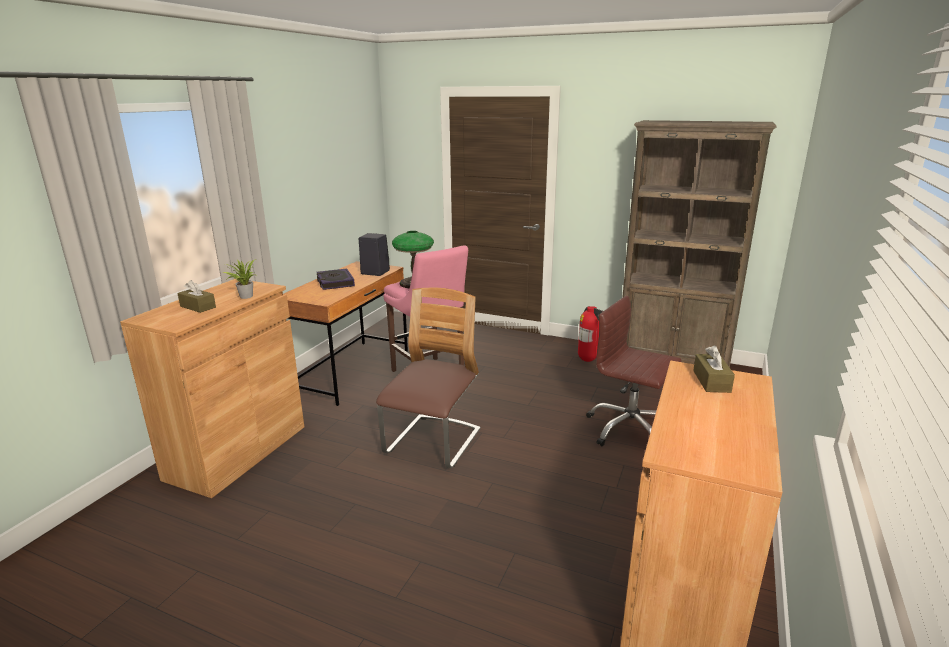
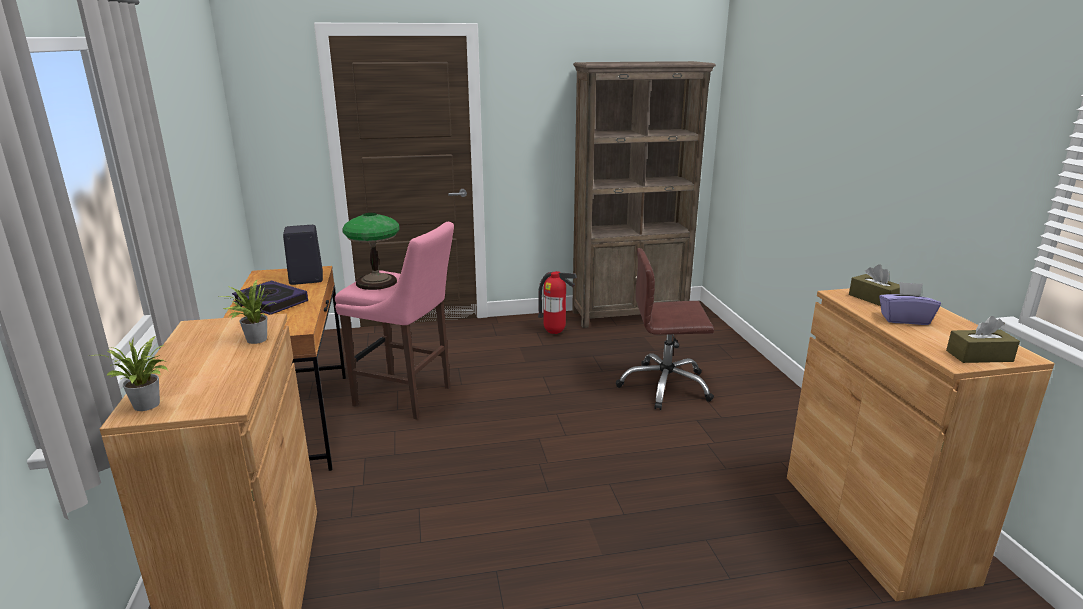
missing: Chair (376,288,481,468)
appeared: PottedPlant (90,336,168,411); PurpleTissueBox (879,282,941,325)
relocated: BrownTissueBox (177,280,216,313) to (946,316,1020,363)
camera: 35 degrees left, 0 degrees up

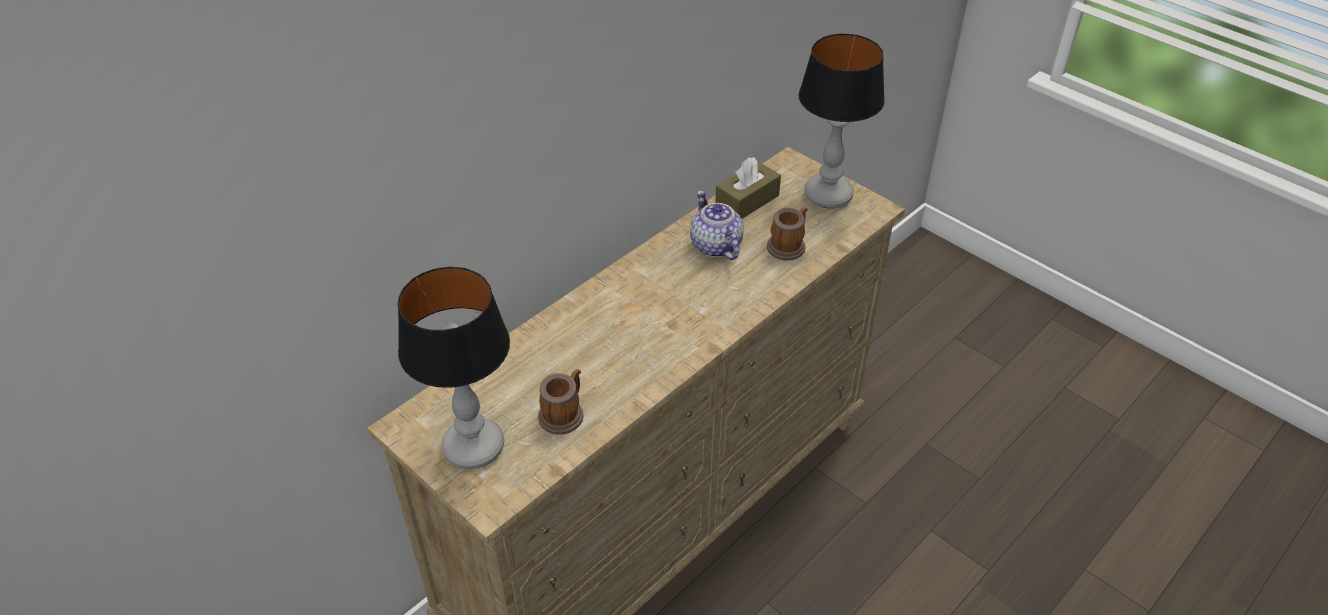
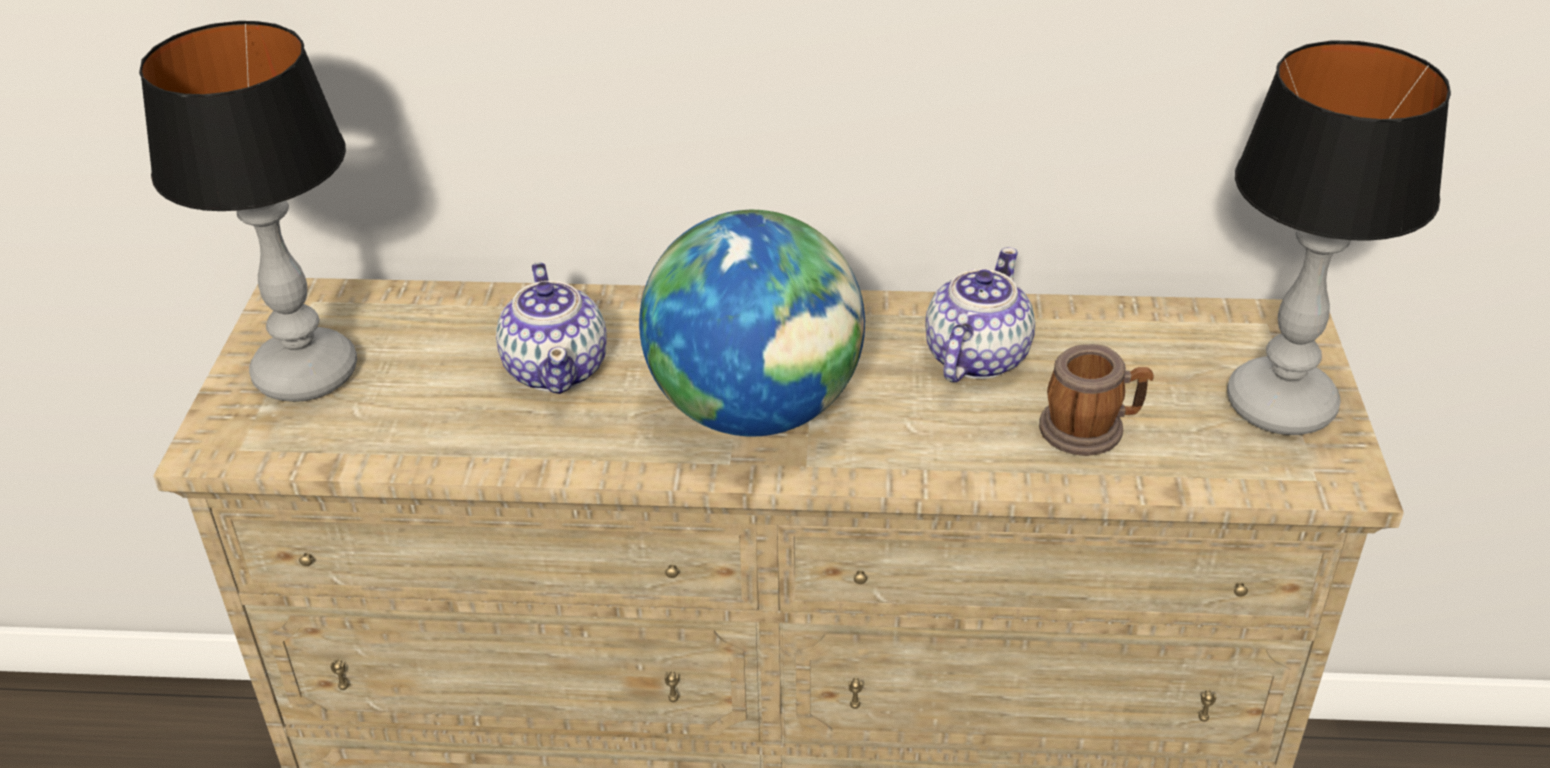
missing: Mug (538,369,583,435); BrownTissueBox (715,157,781,219)
appeared: Teapot (496,262,607,394); Globe (639,210,865,437)
camera: 50 degrees right, 5 degrees down

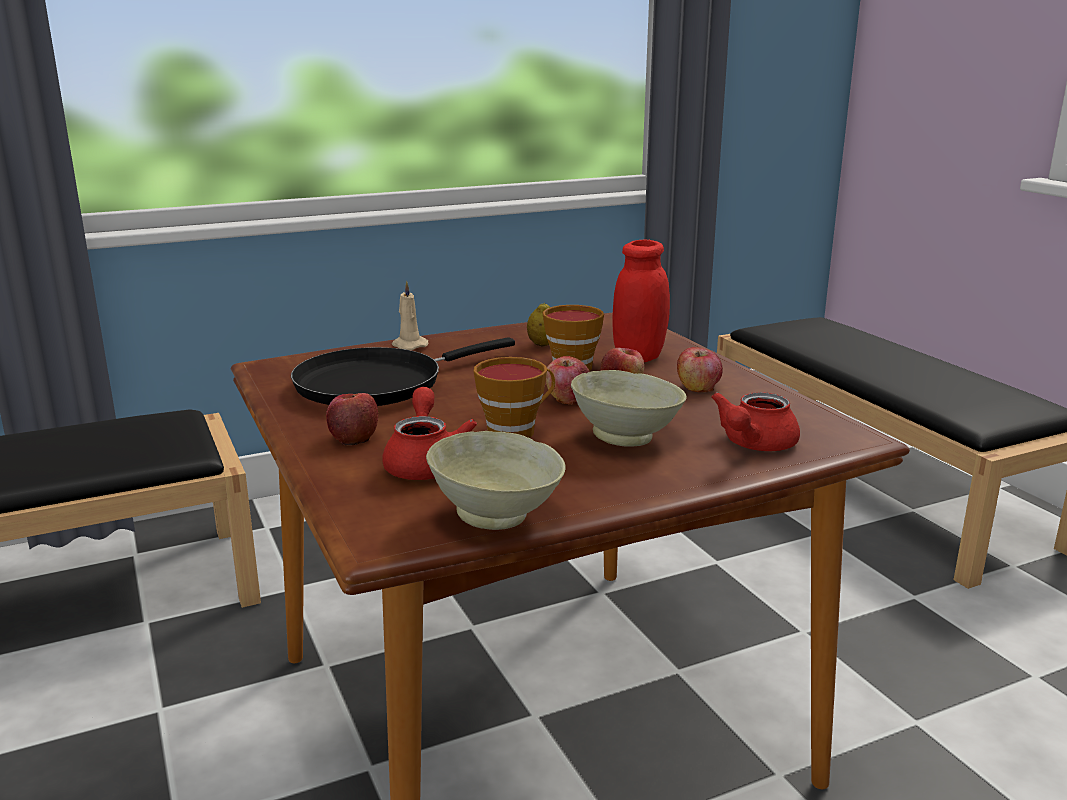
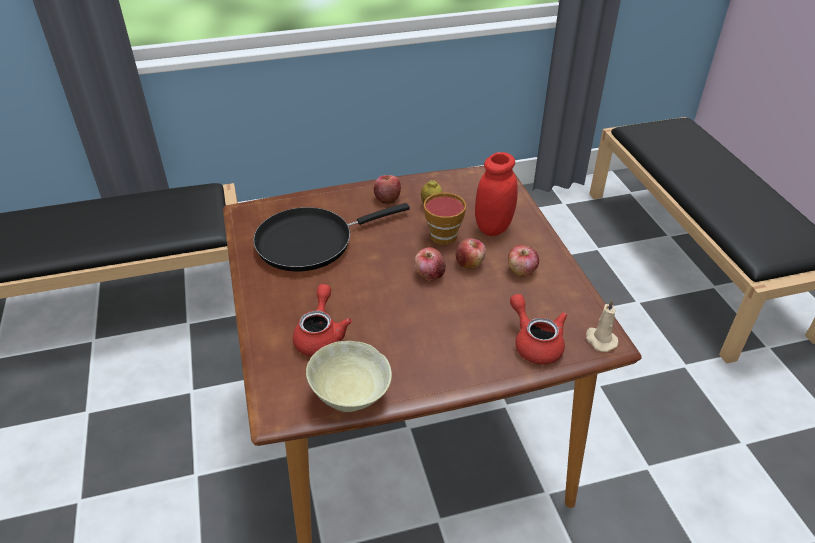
missing: Cup (474,357,555,438); BeigeBowl (571,370,687,447)
relocated: Apple (326,393,378,446) to (374,175,401,204); BeigeCandle (392,281,428,350) to (586,300,618,352)
spun: RedTeapot (711,392,800,451) = (510,294,567,364) 105 degrees clockwise
camera: 10 degrees right, 20 degrees up

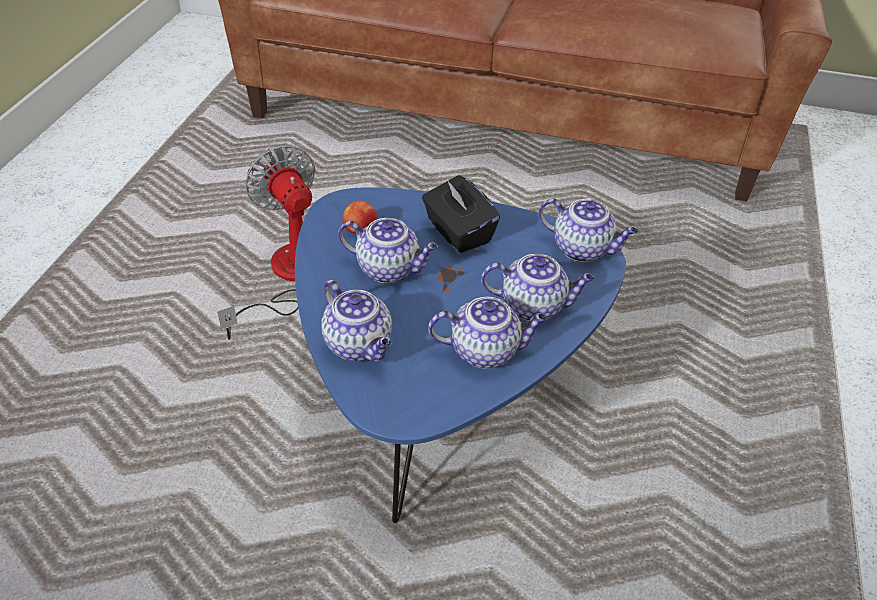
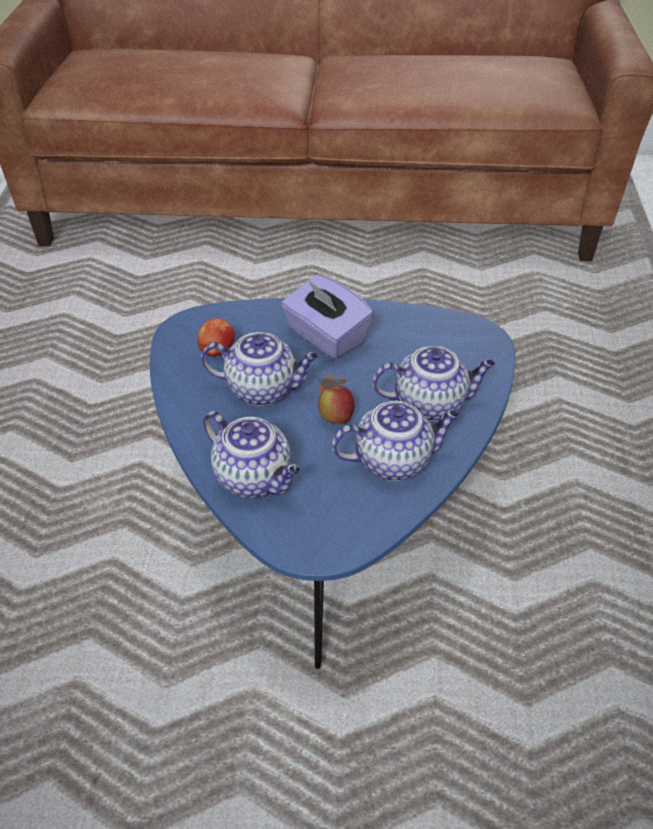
missing: Fan (217,145,315,340); Teapot (539,198,638,262)
appeared: Apple (318,385,355,424)
colour: BlackTissueBox (422,175,500,253) to PurpleTissueBox (281,275,374,360)
camera: 10 degrees left, 0 degrees up

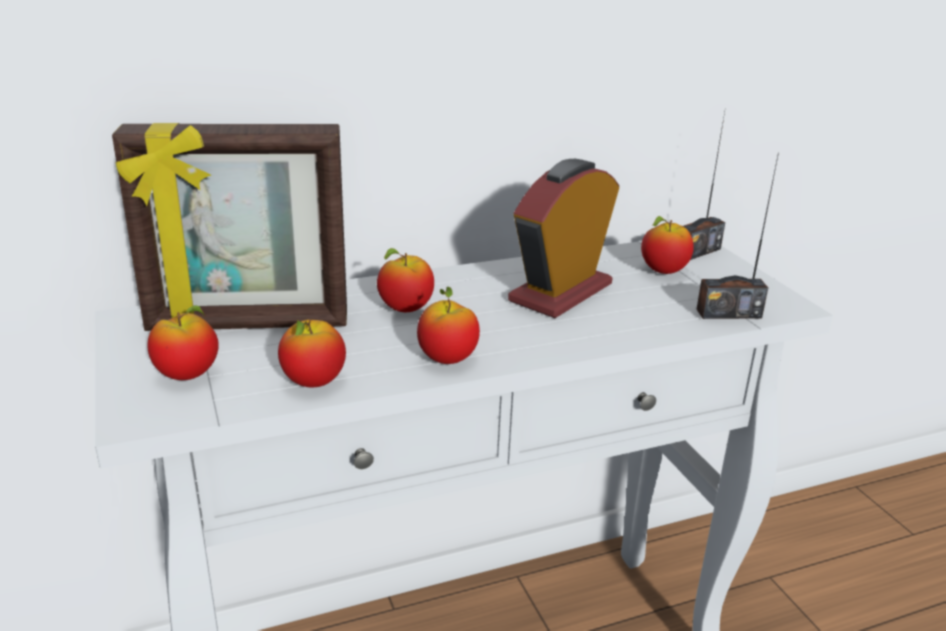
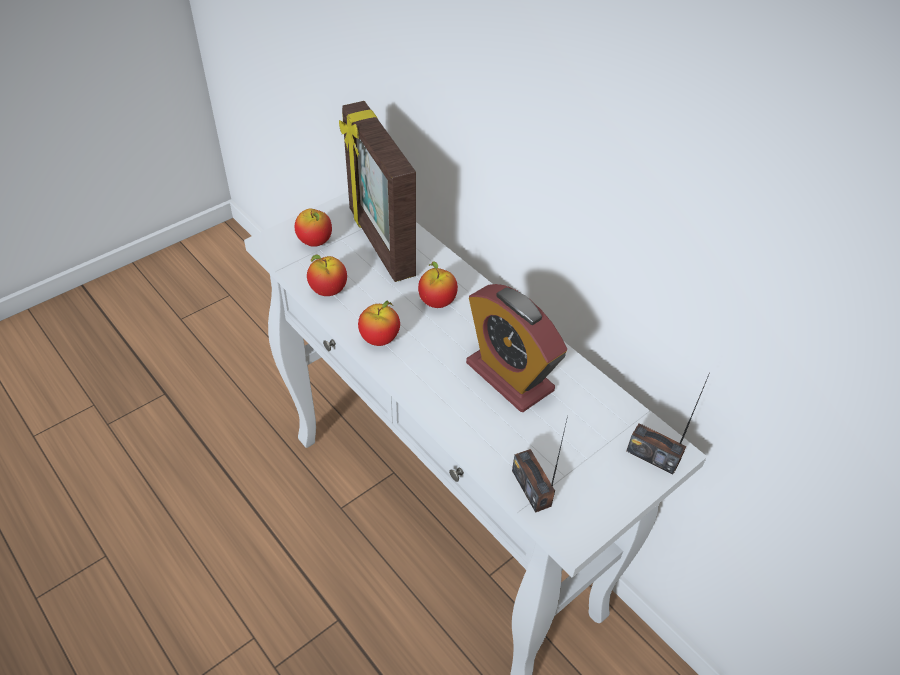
missing: Apple (641,216,694,274)
spun: AlarmClock (508,159,619,318) = (466,284,567,412) 150 degrees counterclockwise
camera: 70 degrees right, 20 degrees up

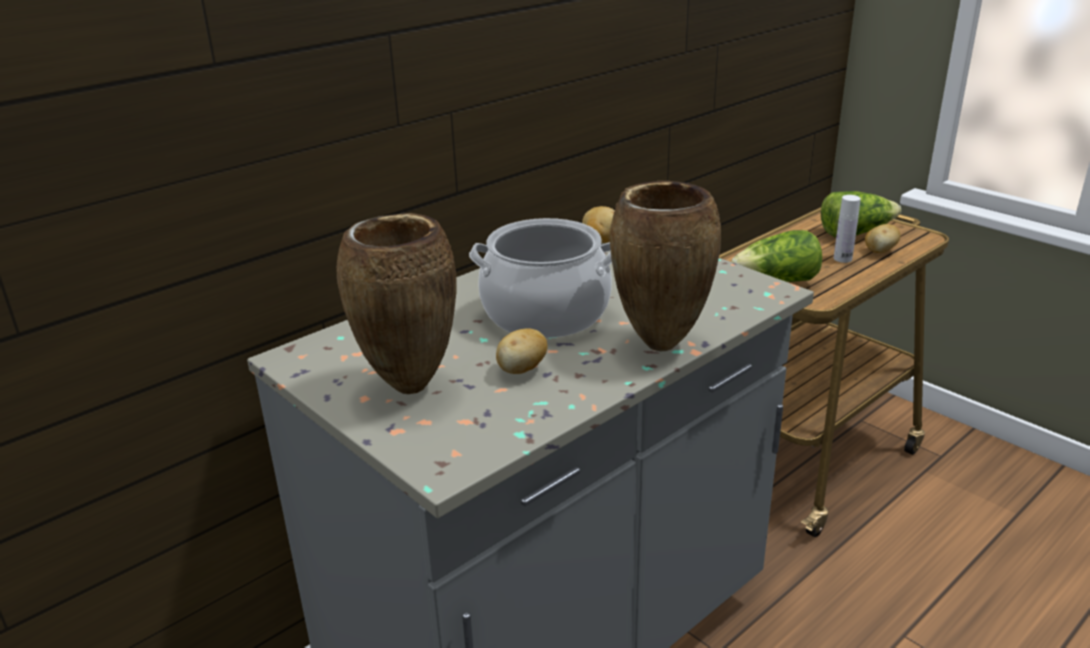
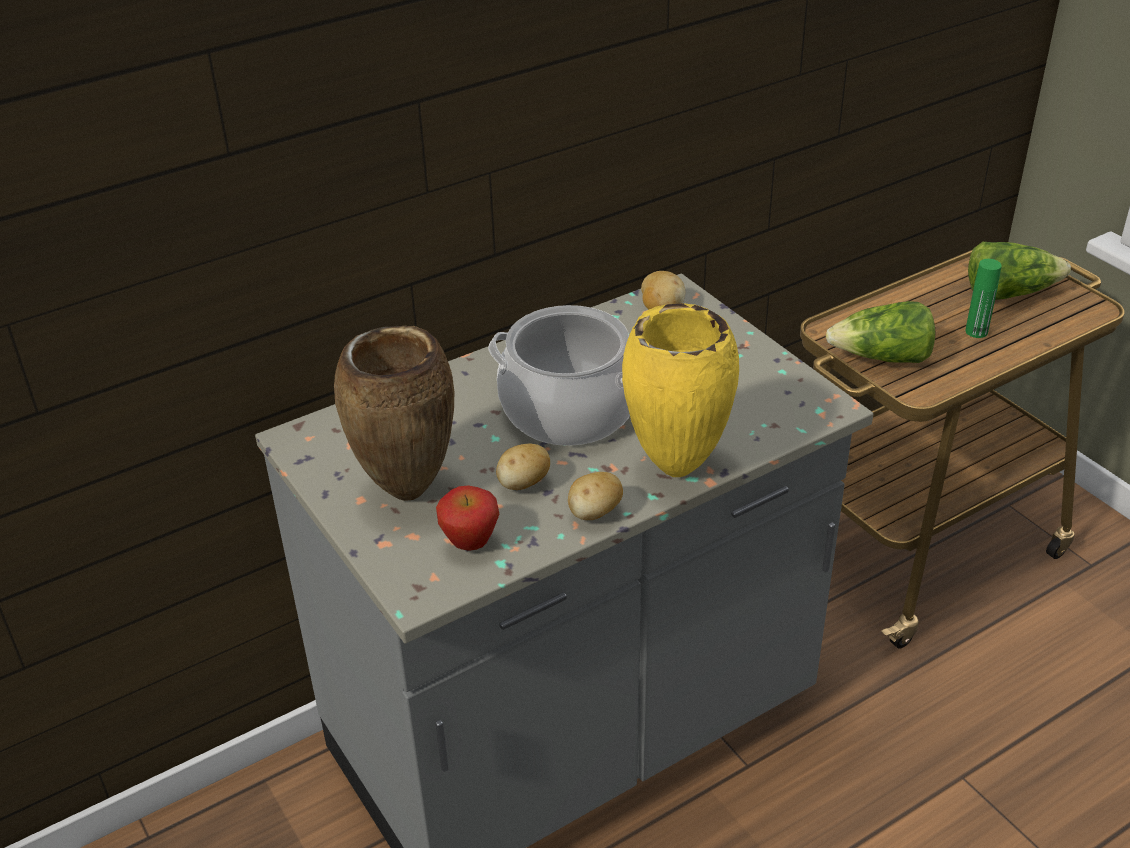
appeared: Apple (436,486,500,551)
relocated: Potato (865,224,901,253) to (568,472,623,520)
colour: BrownVase (610,181,721,351) to YellowVase (622,303,739,477); WhiteBottle (834,195,861,263) to GreenBottle (965,259,1002,338)
camera: 10 degrees right, 10 degrees up

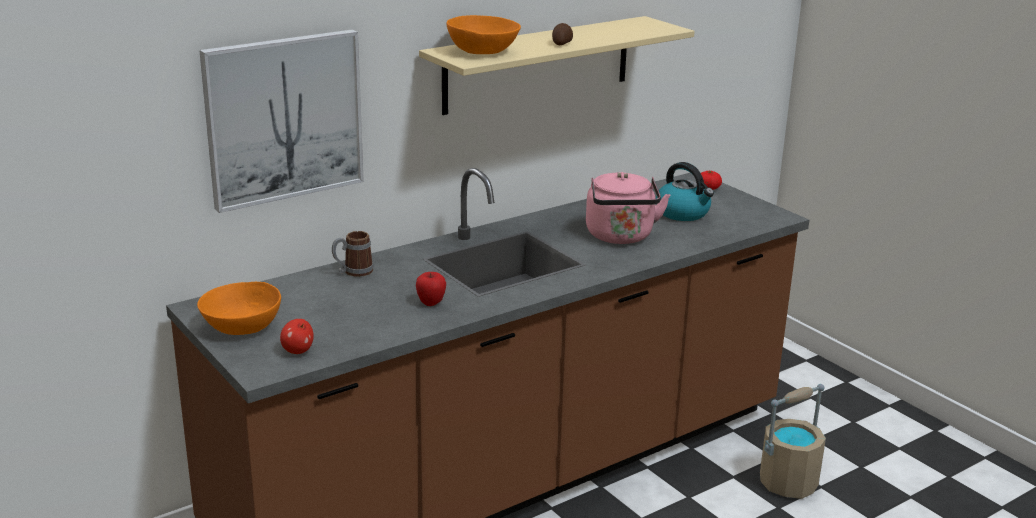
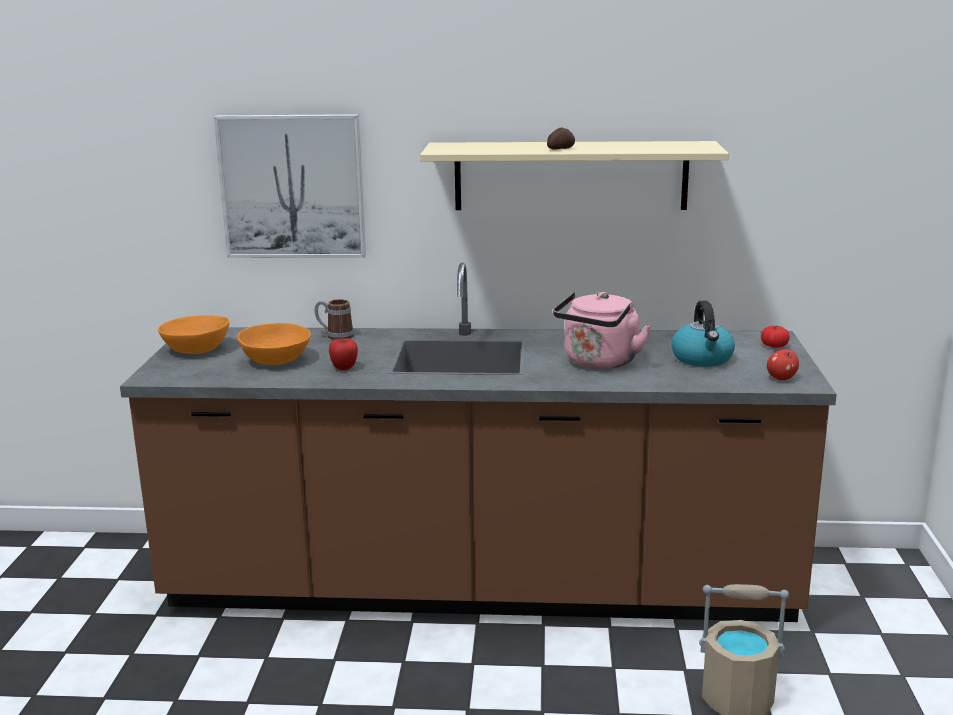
relocated: Apple (280,319,314,354) to (767,349,799,380); OrangeBowl (447,15,521,54) to (237,323,311,365)
camera: 40 degrees right, 5 degrees down

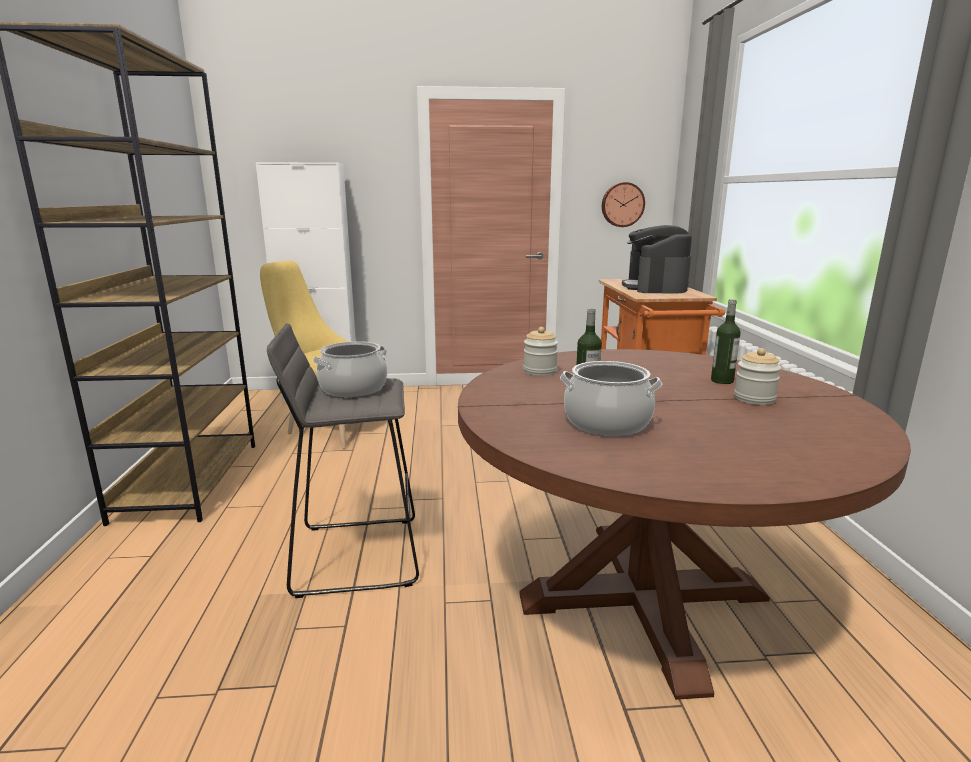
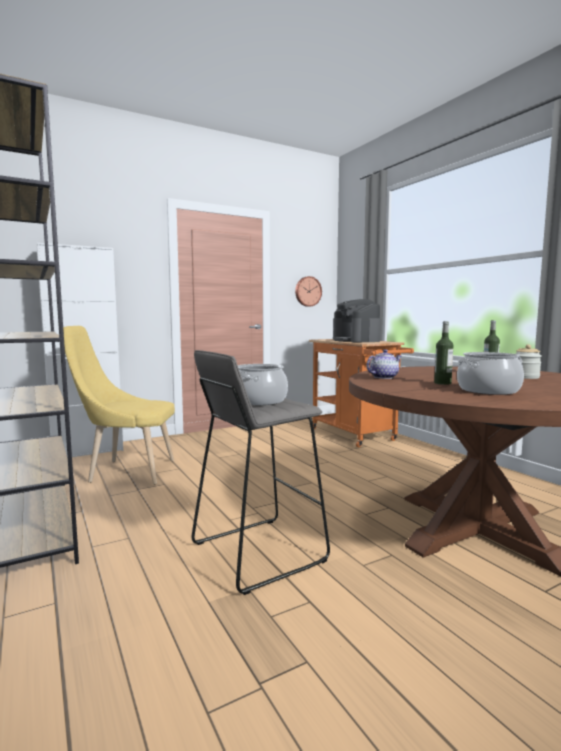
exchanged: Jar (523,327,558,376) to Teapot (366,349,401,379)
camera: 25 degrees left, 10 degrees down

